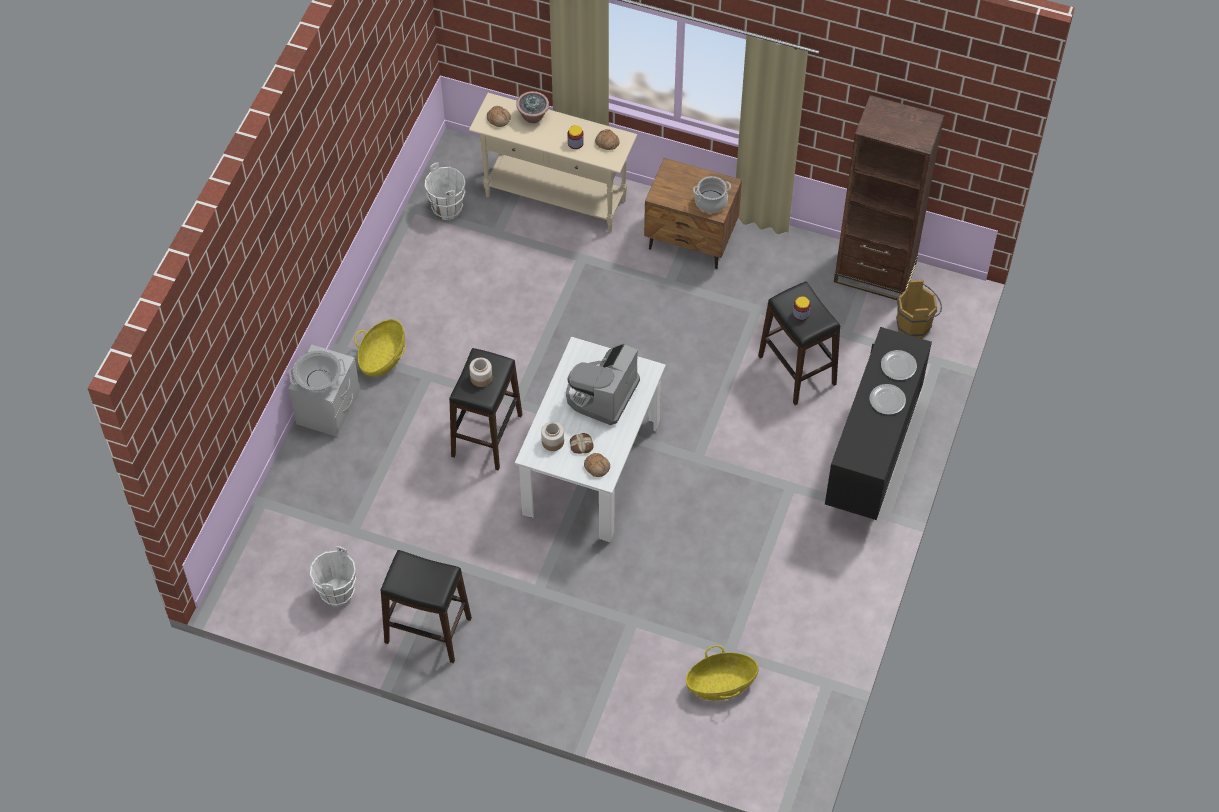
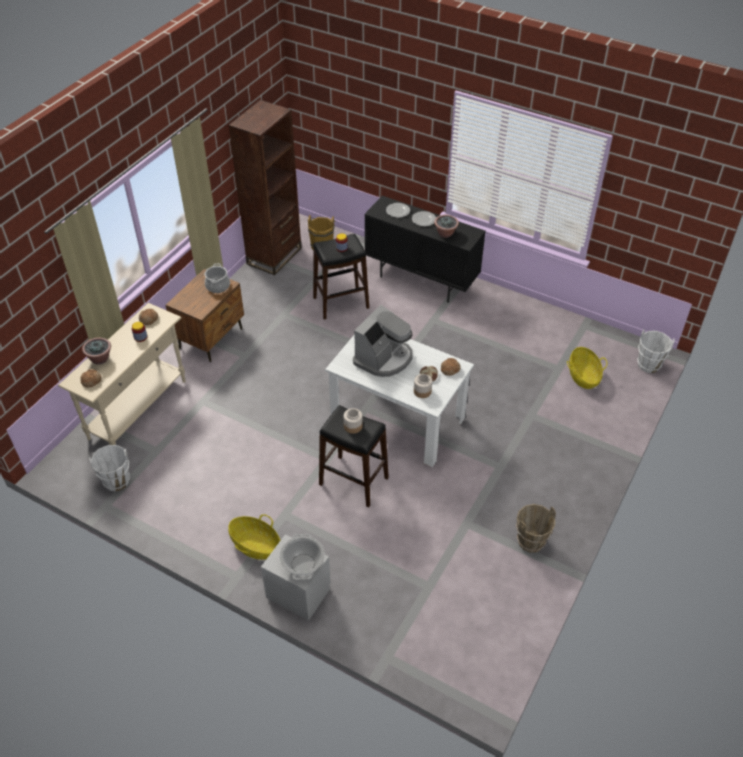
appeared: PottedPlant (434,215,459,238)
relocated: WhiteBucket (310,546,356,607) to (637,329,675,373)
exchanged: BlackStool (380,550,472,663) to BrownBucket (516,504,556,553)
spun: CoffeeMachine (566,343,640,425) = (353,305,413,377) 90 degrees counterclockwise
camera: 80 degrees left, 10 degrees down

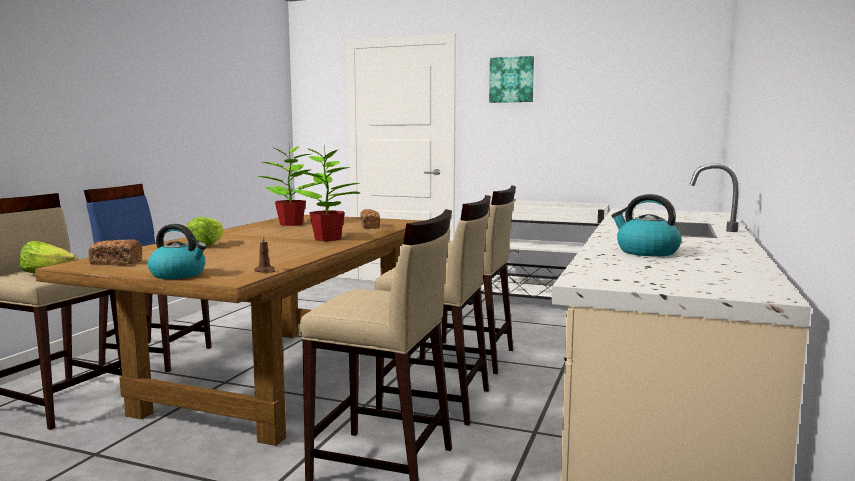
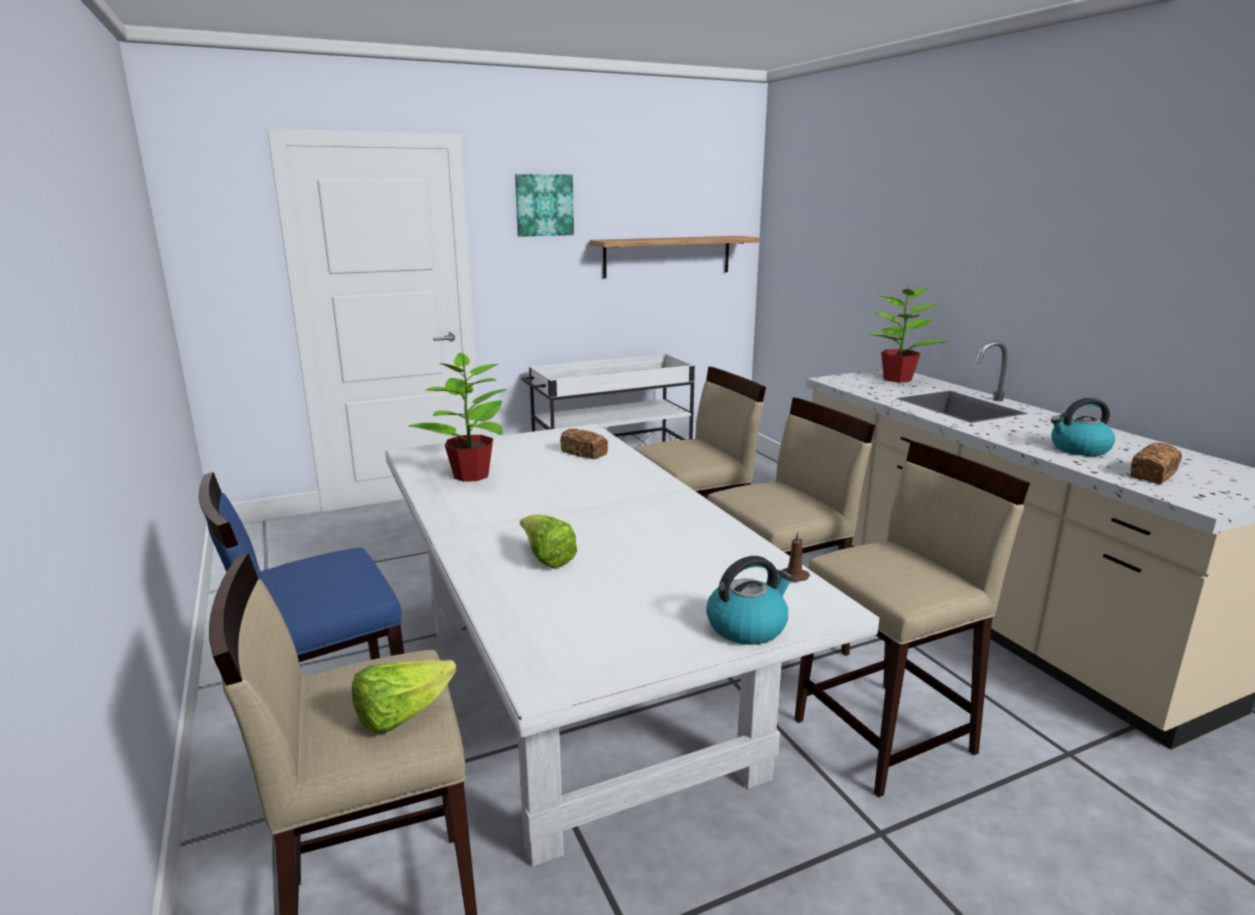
appeared: Shelf (590,236,760,278)
relocated: Bread (88,240,142,265) to (1130,443,1182,484); PottedPlant (289,143,360,241) to (869,282,949,383)
colour: BrownDiningTable (35,215,424,446) to WhiteDiningTable (385,423,879,867)
camera: 45 degrees left, 10 degrees up

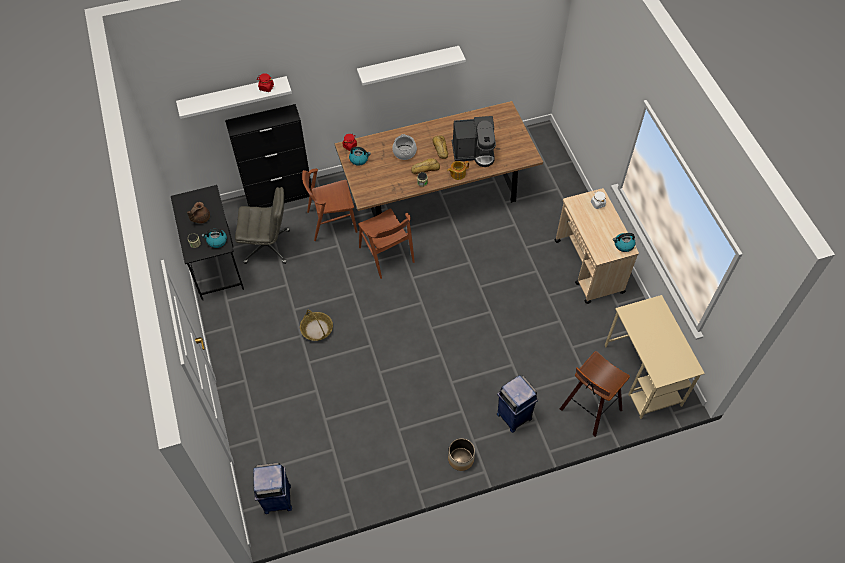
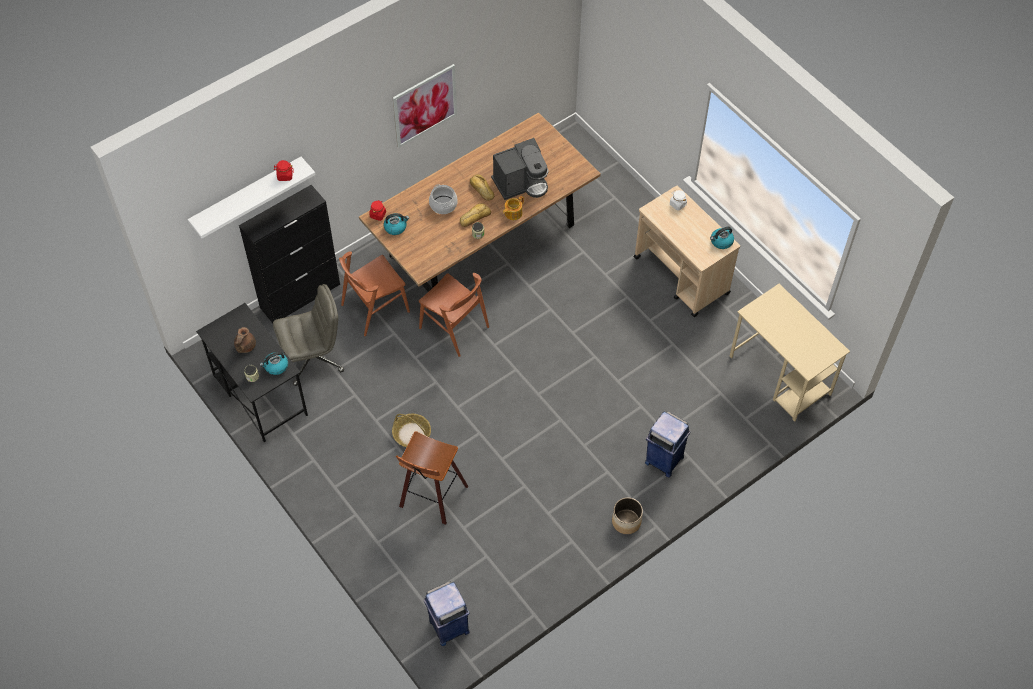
relocated: Stool (560,351,630,437) to (396,431,469,525)
exchanged: WhiteShelf (357,46,466,86) to Picture (393,64,457,148)
camera: 20 degrees left, 0 degrees up

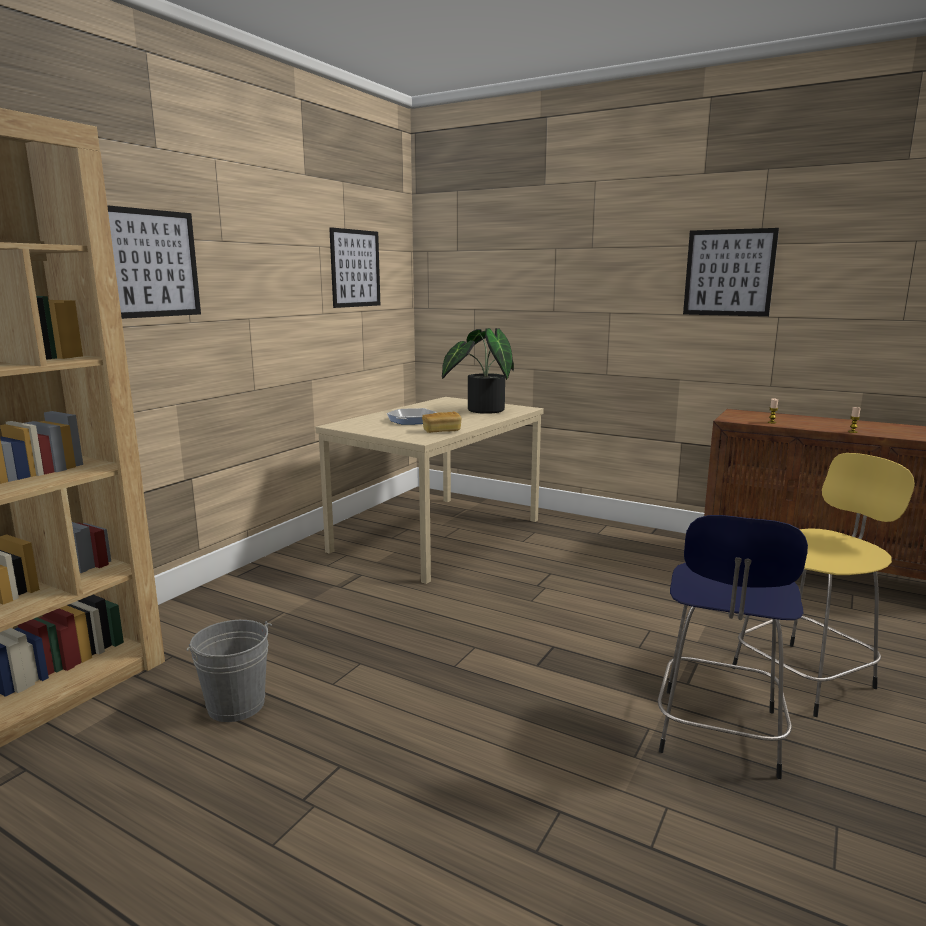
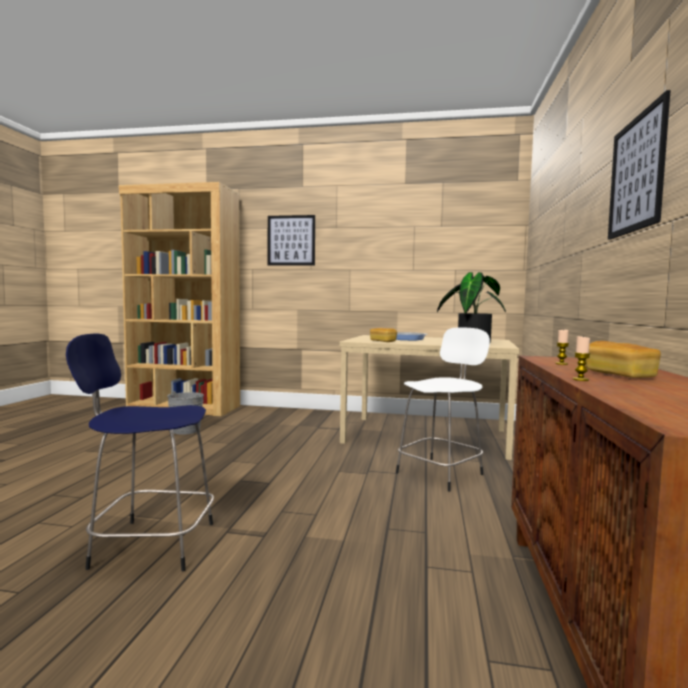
missing: Picture (329,227,380,308); YellowStool (732,453,915,717)
appeared: WhiteStool (396,327,490,492); Bread (585,341,661,378)
camera: 70 degrees right, 10 degrees down

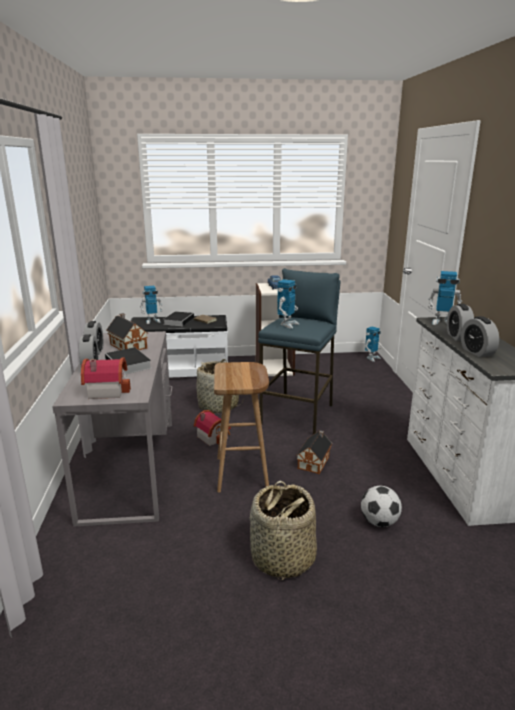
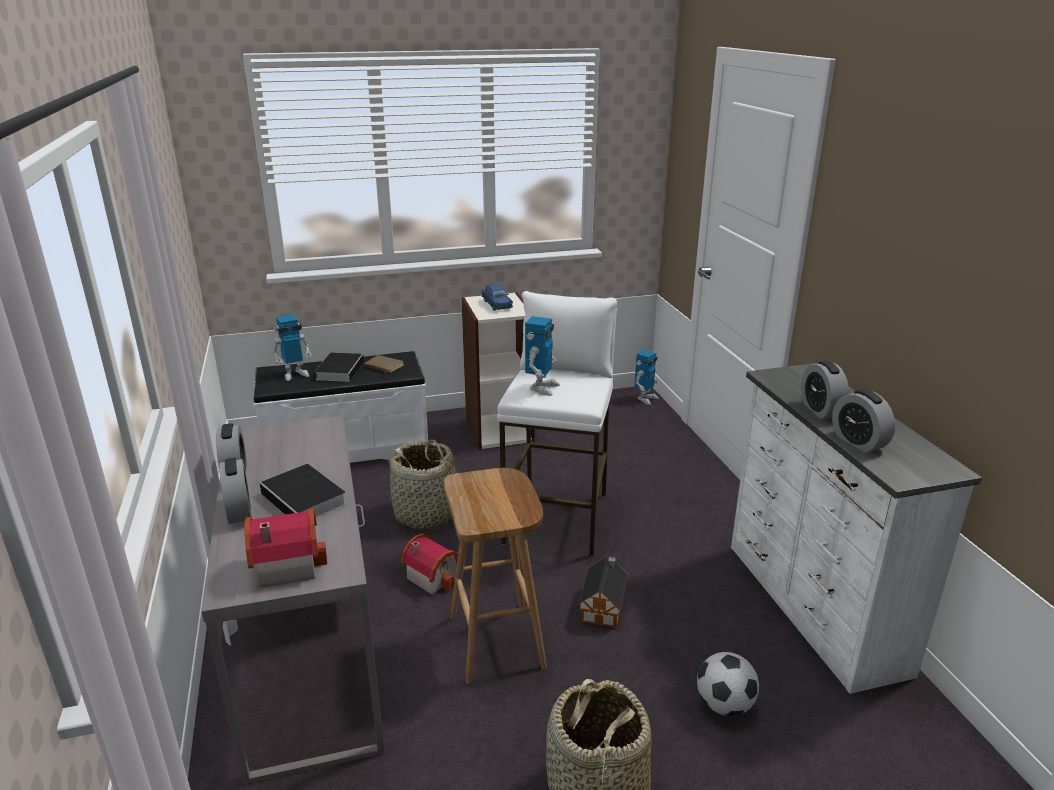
missing: ToyHouse (106,313,148,350); ToyRobot (428,271,462,325)
colour: BlueStool (258,268,340,434) to WhiteStool (497,291,617,557)
camera: 10 degrees left, 5 degrees up

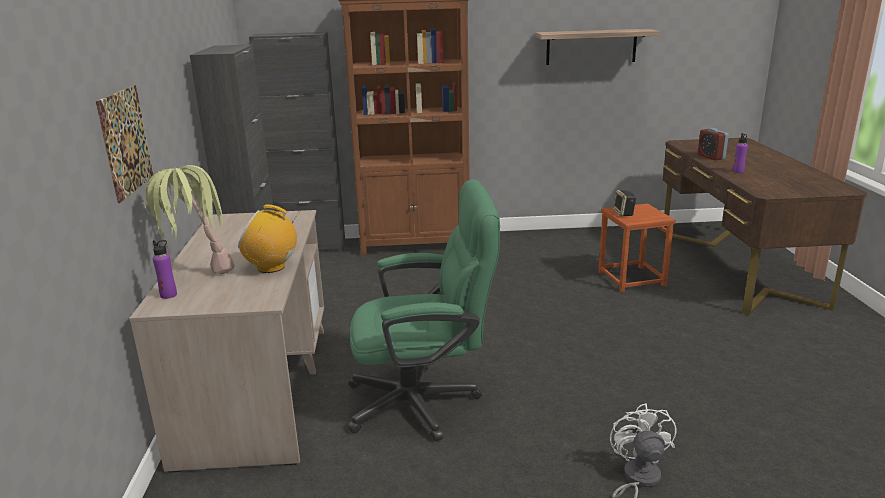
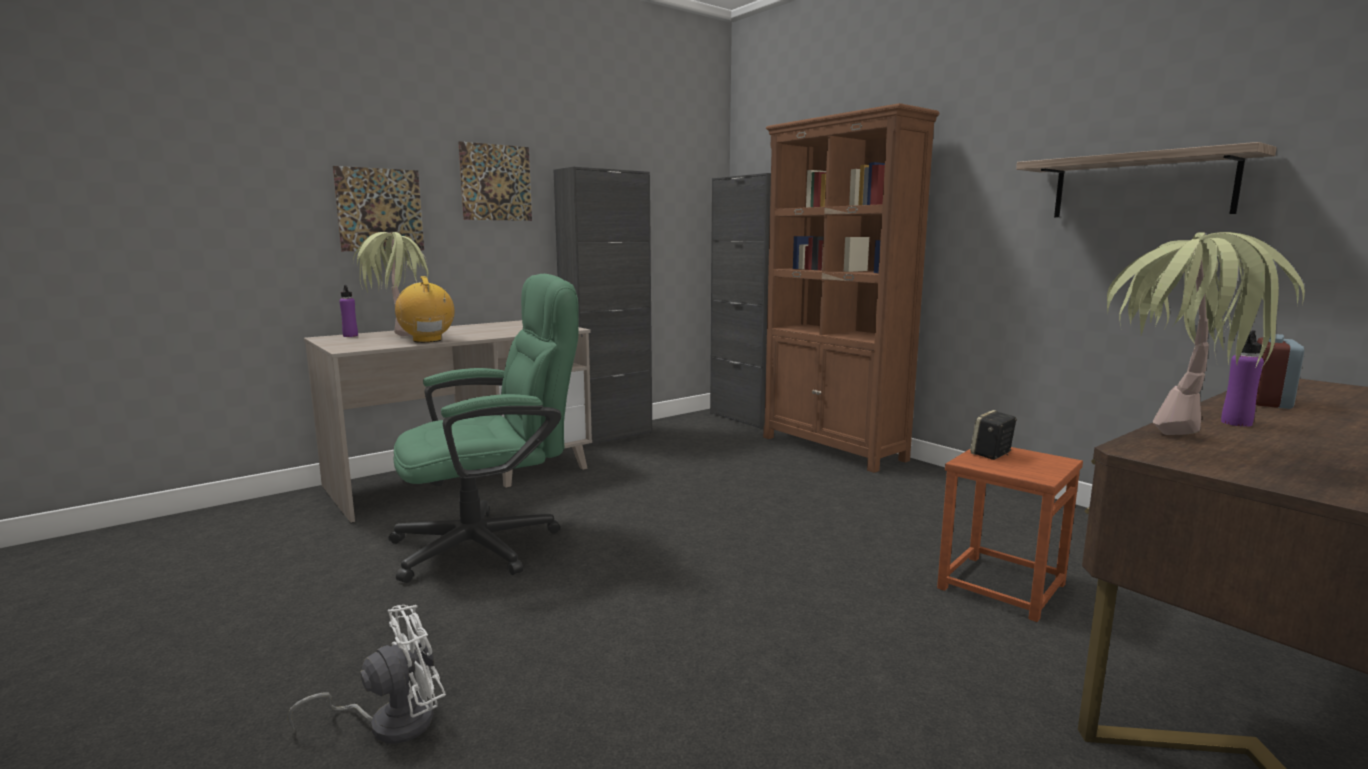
appeared: Picture (458,141,532,221); PottedPlant (1107,232,1305,435)
spun: GreenOfficeChair (348,179,500,441) = (389,274,579,583) 75 degrees counterclockwise
camera: 55 degrees right, 10 degrees down

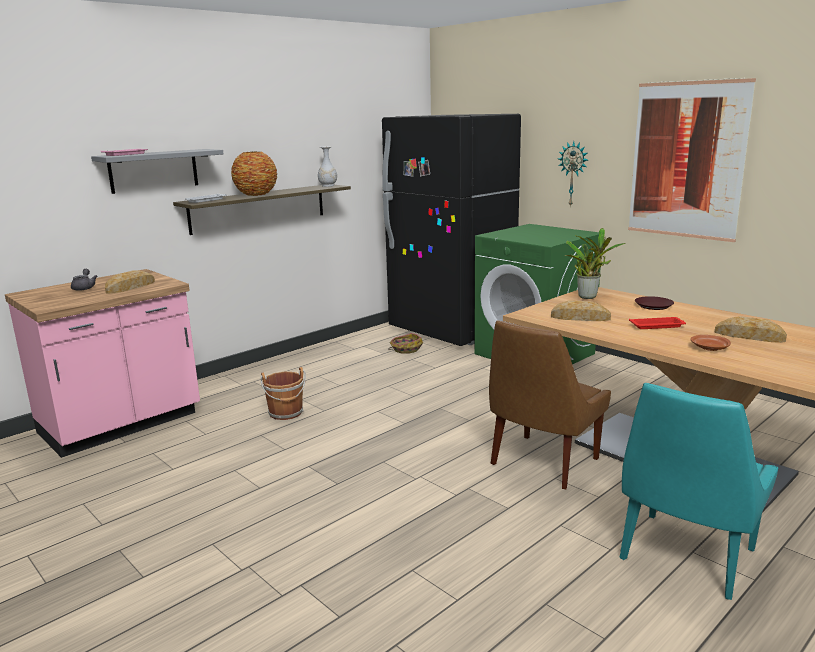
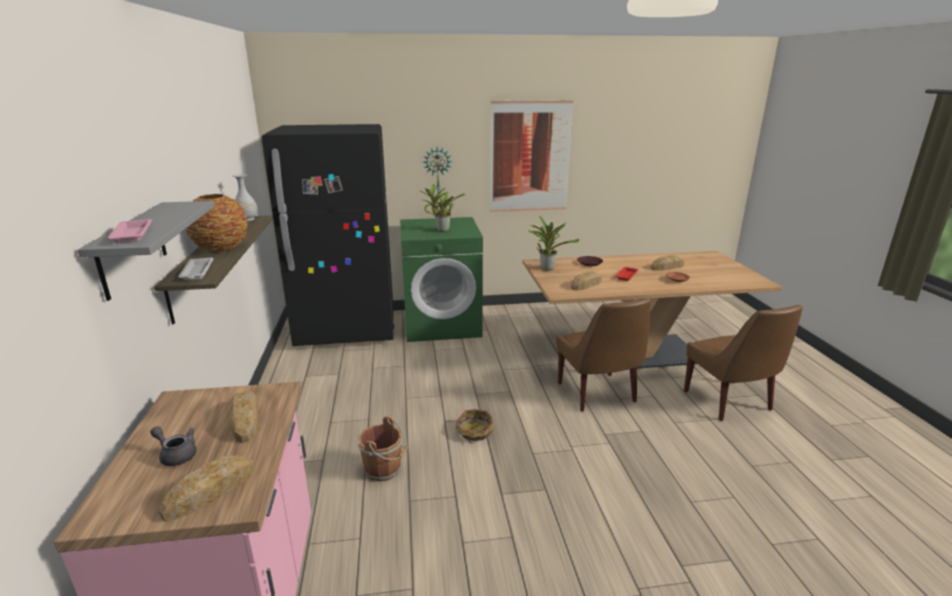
appeared: Bread (158,455,255,522); PottedPlant (420,184,465,232)
relocated: Basket (388,333,423,354) to (456,409,494,443)
colour: TurquoiseChair (620,383,778,600) to BrownChair (684,305,803,421)
camera: 55 degrees left, 5 degrees up

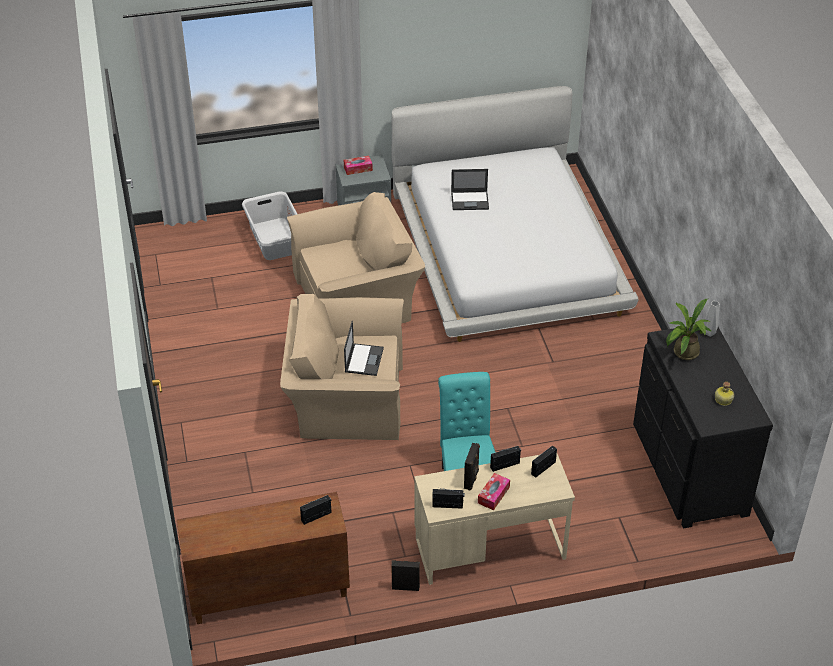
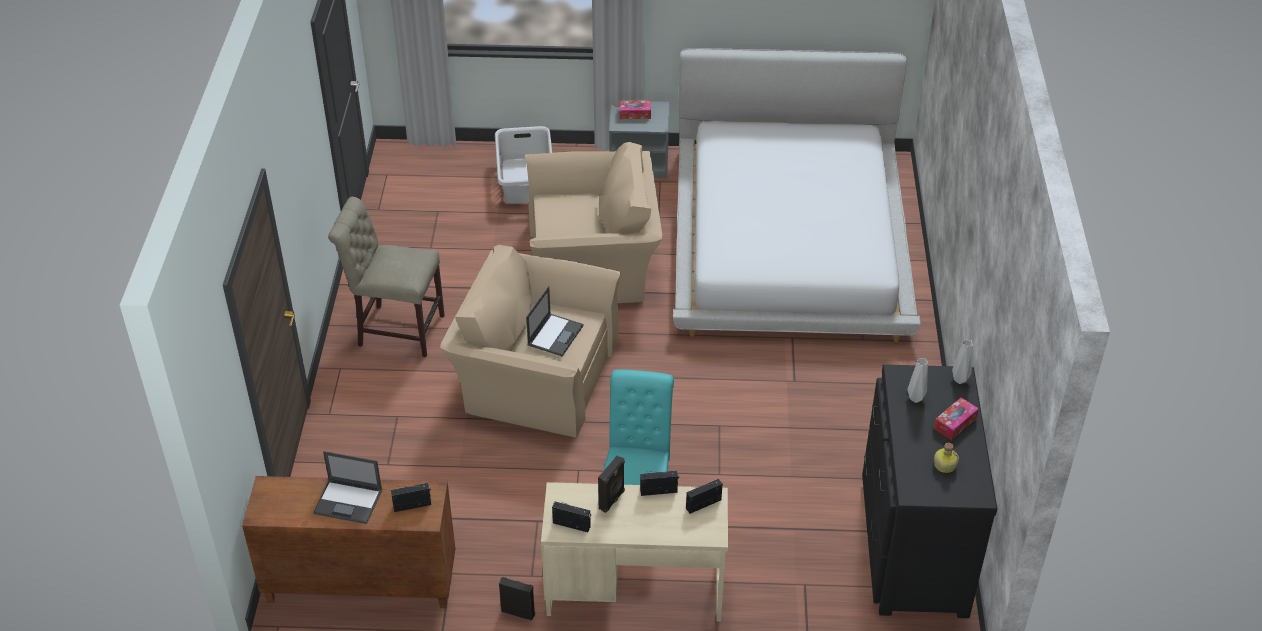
appeared: BeigeChair (328,197,445,357)
relocated: Laptop (451,169,489,210) to (313,451,382,524); TissueBox (478,473,510,510) to (934,398,979,440)
exchanged: PottedPlant (666,299,712,360) to GreyVase (907,358,928,403)
camera: 15 degrees right, 0 degrees up

